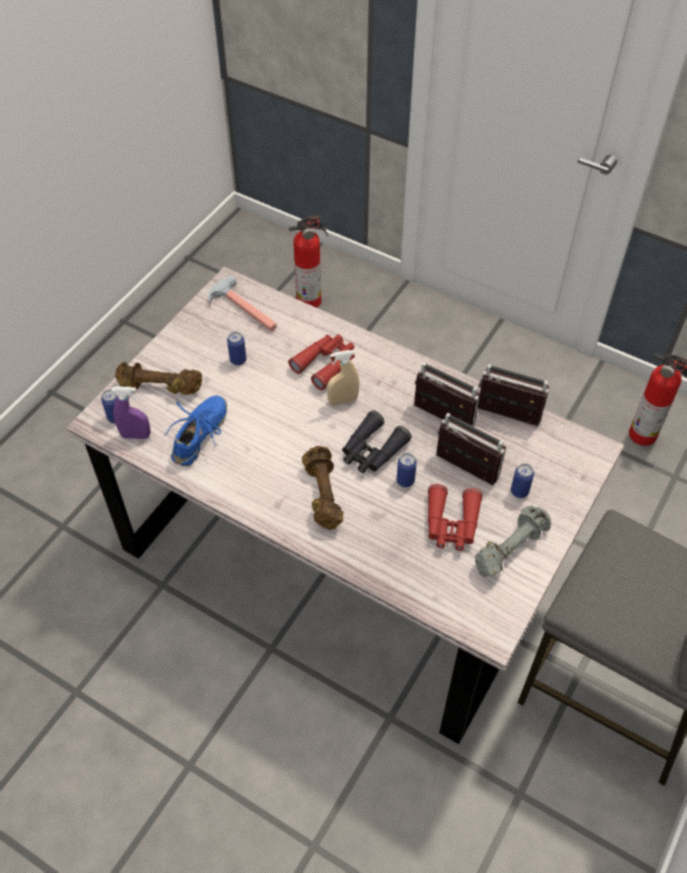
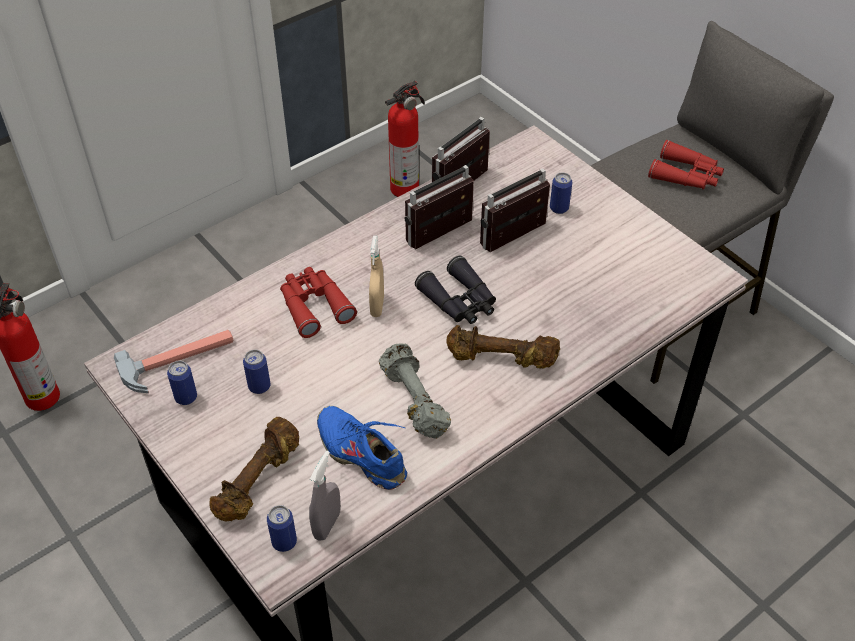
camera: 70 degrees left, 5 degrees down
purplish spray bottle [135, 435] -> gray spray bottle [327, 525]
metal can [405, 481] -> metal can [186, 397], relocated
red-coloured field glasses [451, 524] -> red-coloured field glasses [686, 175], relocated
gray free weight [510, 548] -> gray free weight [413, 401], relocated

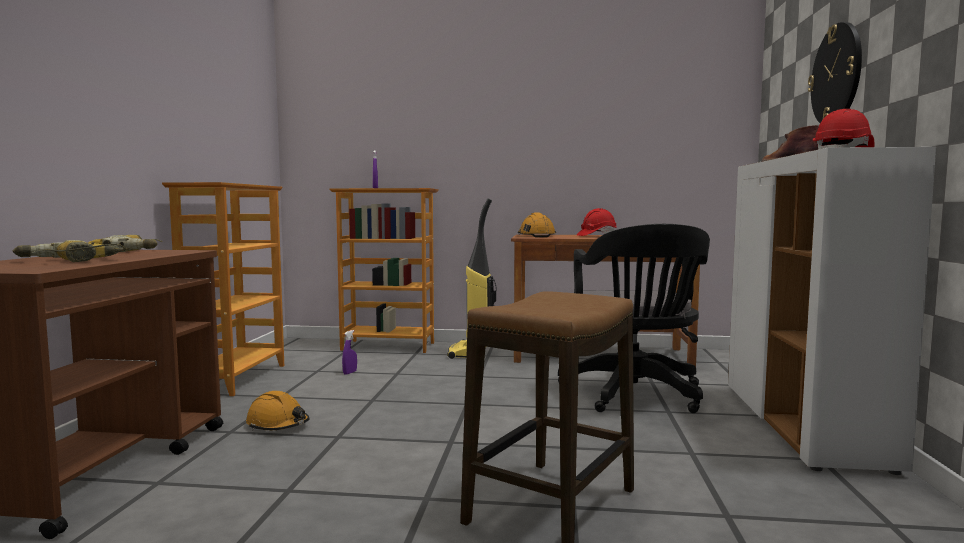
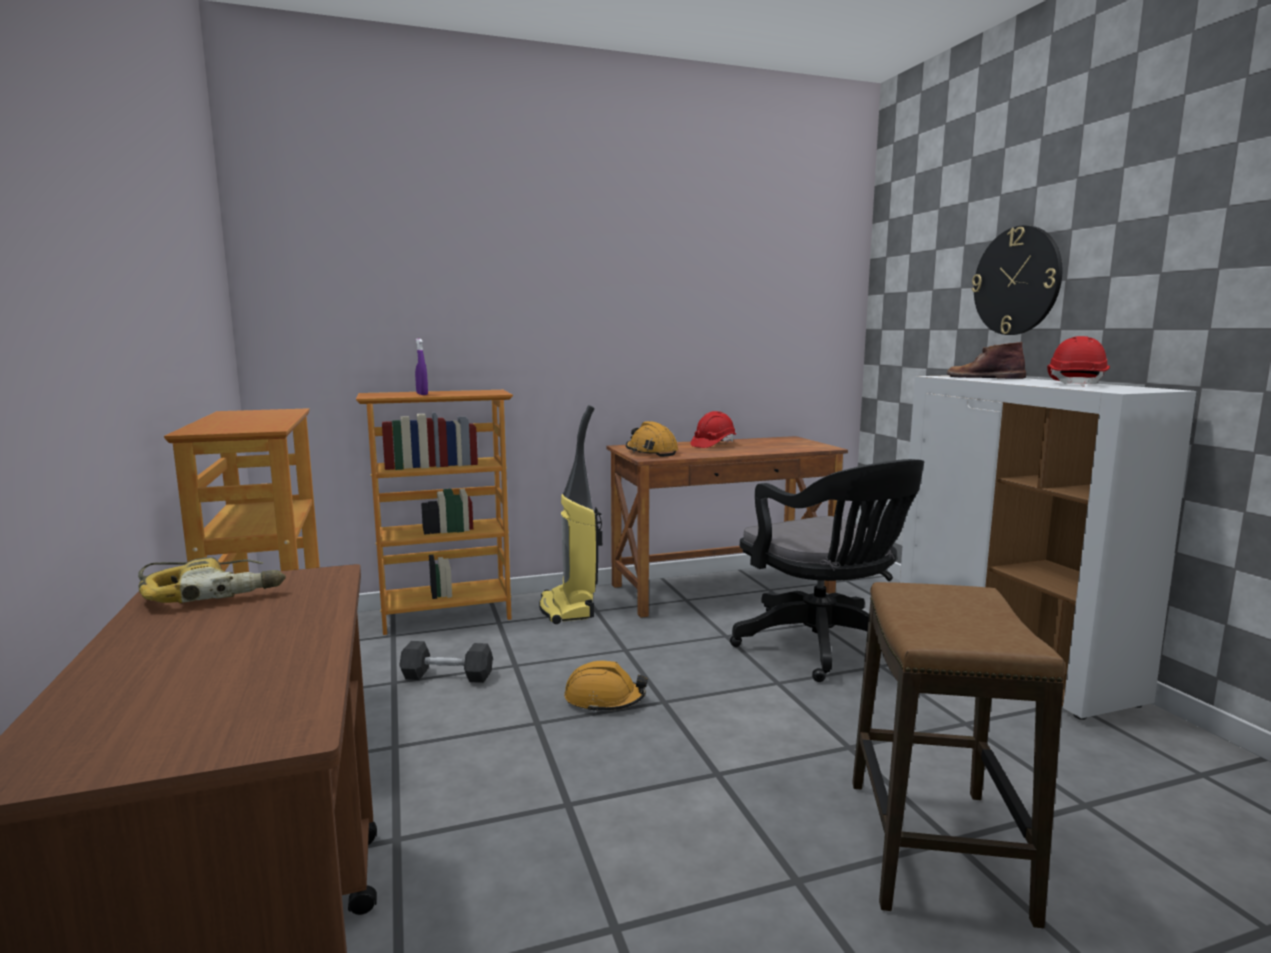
camera: 25 degrees left, 5 degrees up
drill [71, 261] -> none
purplish spray bottle [350, 372] -> gray free weight [447, 676]
orange-coloured work helmet [278, 425] -> orange-coloured work helmet [604, 700], relocated

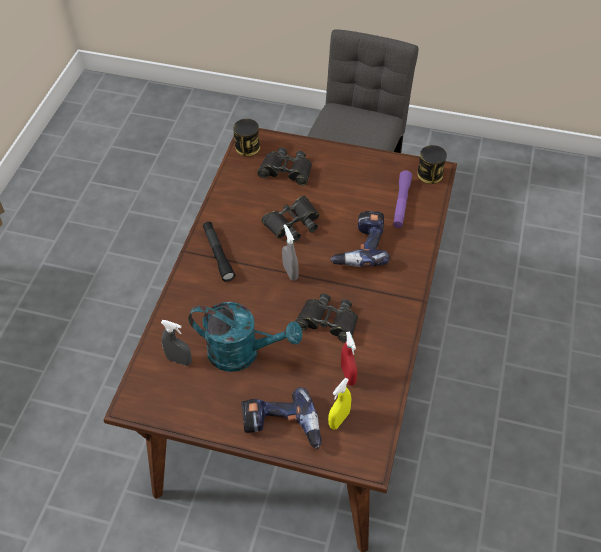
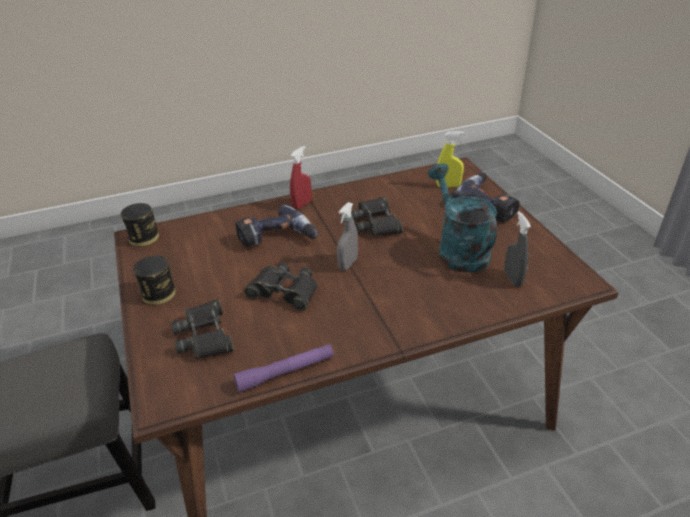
camera: 125 degrees left, 15 degrees down
metal can [247, 147] -> metal can [159, 294], relocated
purplish hand torch [401, 203] -> purplish hand torch [285, 372], relocated
black hand torch [218, 254] -> none
red-coloured spray bottle [348, 375] -> red-coloured spray bottle [302, 205], relocated

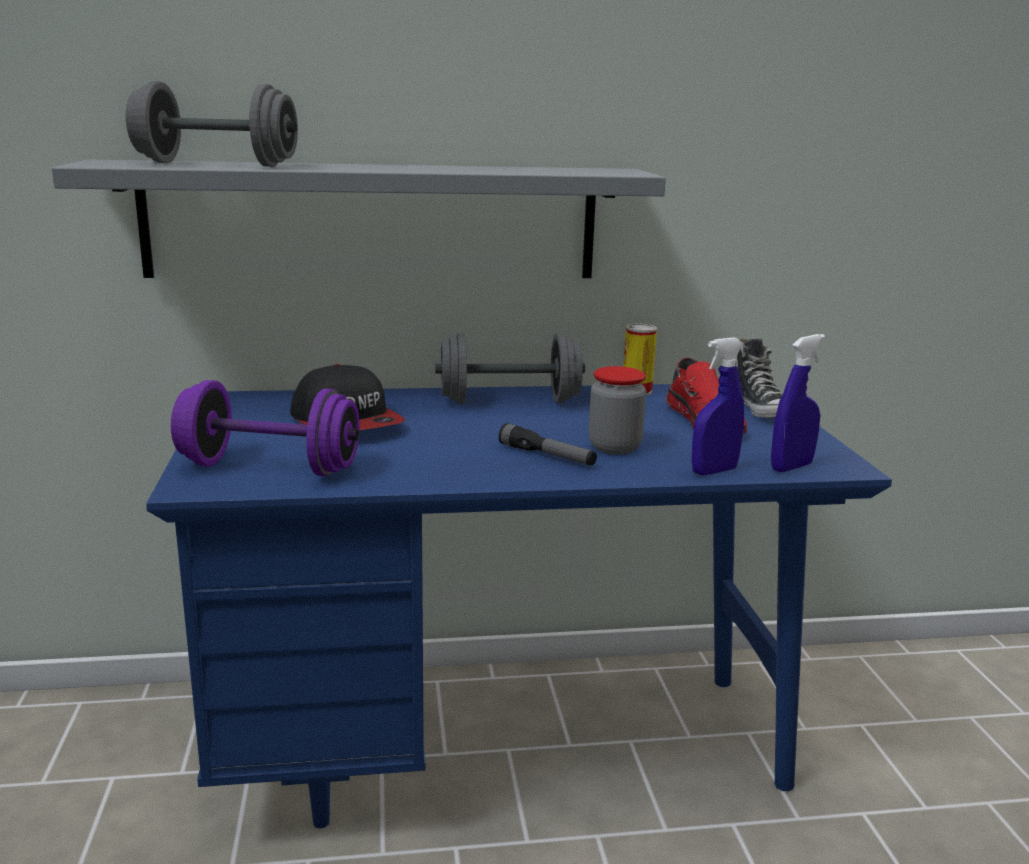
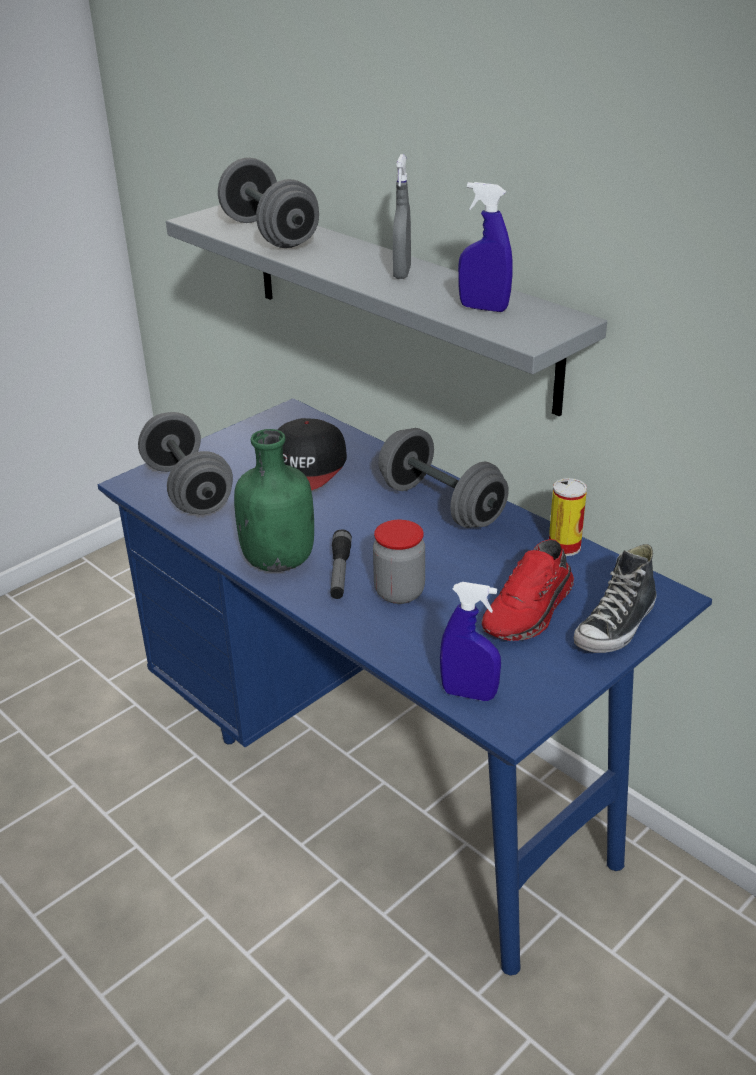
camera: 55 degrees right, 15 degrees up
blue-coloured spray bottle [714, 471] -> blue-coloured spray bottle [483, 308], relocated
purplish free weight [269, 468] -> gray free weight [188, 489]
none -> gray spray bottle [402, 273]
none -> green-coloured drink bottle [279, 560]

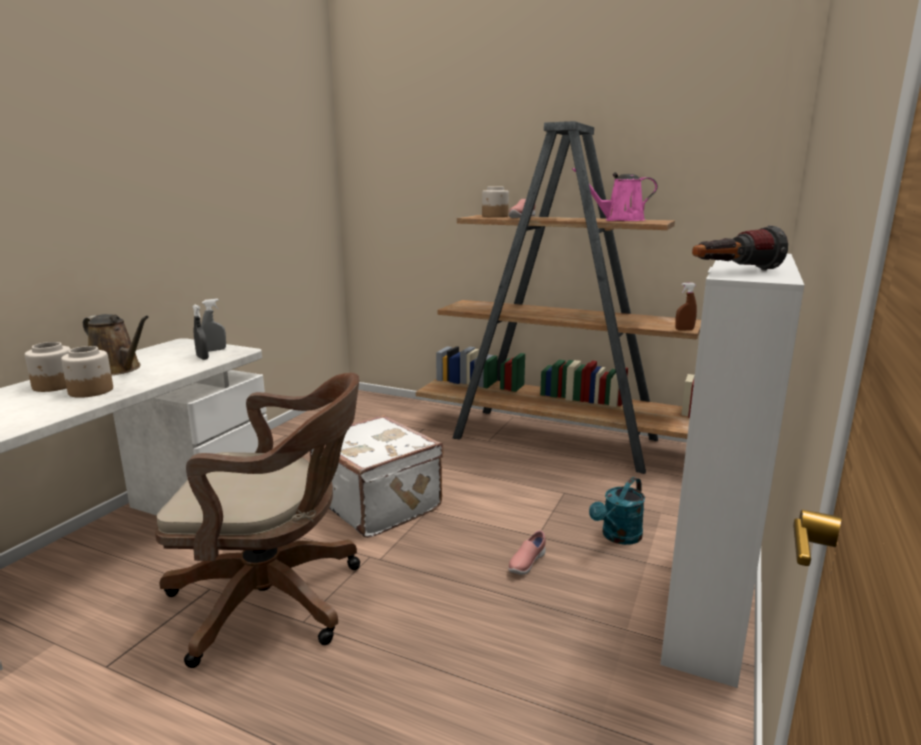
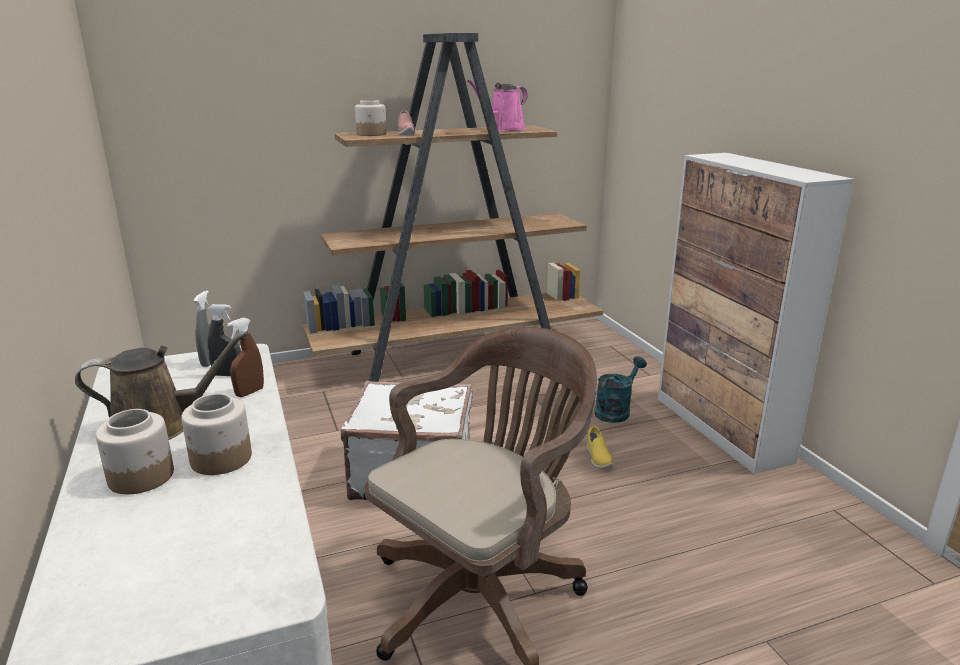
camera: 45 degrees left, 5 degrees up
hand torch [733, 272] -> none
brown-coloured spray bottle [684, 330] -> brown-coloured spray bottle [249, 392], relocated
turquoise-coloured watering can [618, 537] -> turquoise-coloured watering can [615, 411], 135 degrees counterclockwise
pink-coloured shoe [526, 564] -> yellow shoe [597, 458]

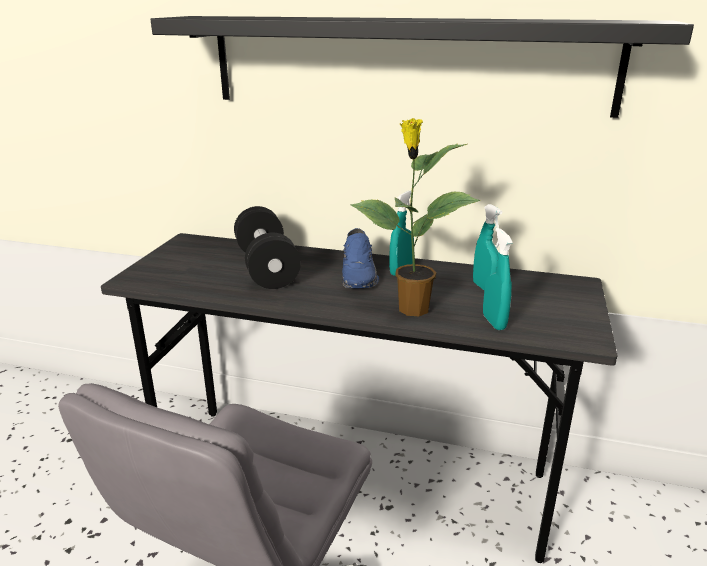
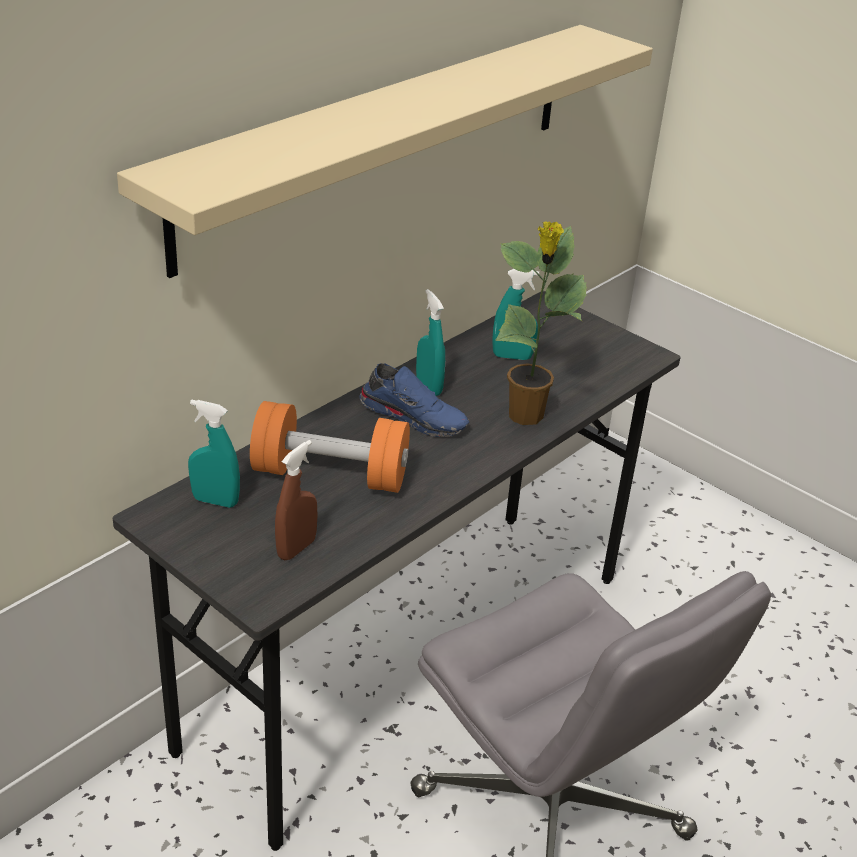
camera: 65 degrees left, 10 degrees up
black bracket shelf [406, 64] -> sand-coloured bracket shelf [383, 140]
black free weight [266, 267] -> orange-coloured free weight [330, 474]
turquoise-coloured spray bottle [494, 322] -> turquoise-coloured spray bottle [215, 501], relocated
none -> brown-coloured spray bottle [296, 548]

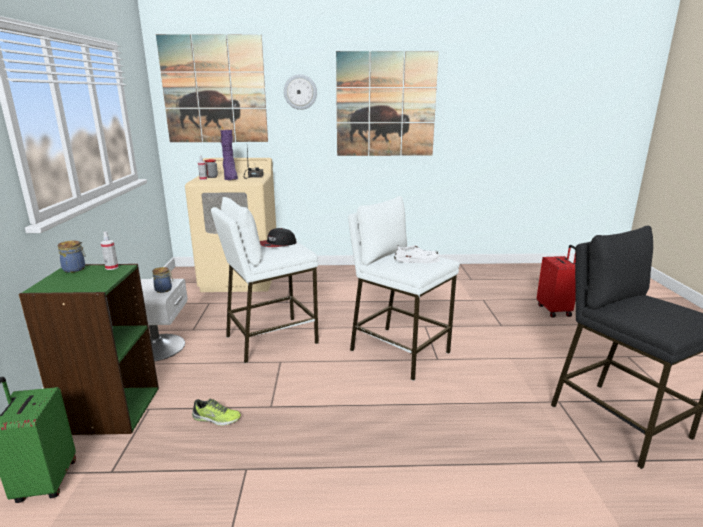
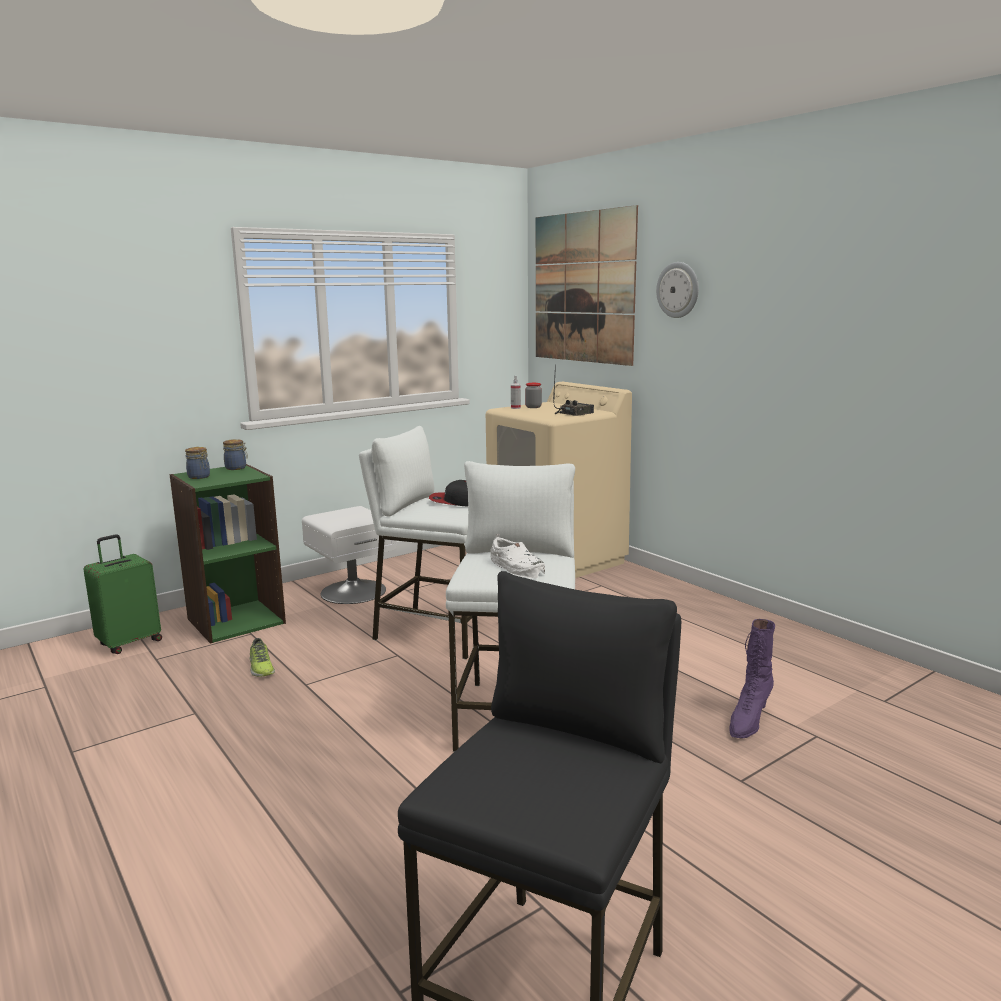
camera: 55 degrees right, 5 degrees down
picture [385, 105] -> none
purplish high-top boot [230, 178] -> purplish high-top boot [748, 720], relocated
spray bottle [112, 268] -> none
red-coloured travel case [554, 310] -> none
jar [164, 290] -> jar [199, 477], relocated

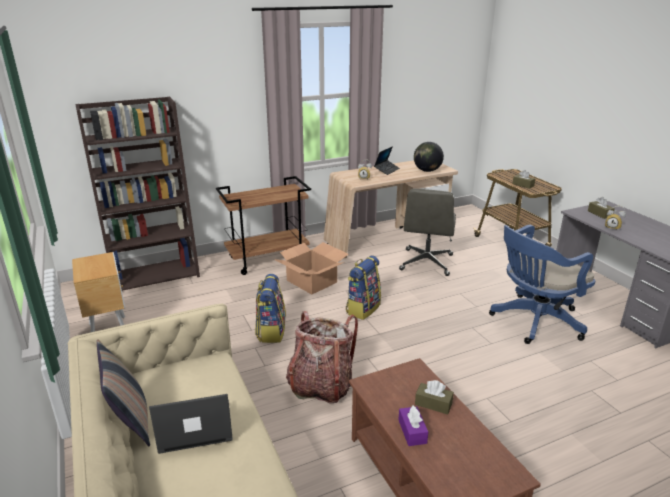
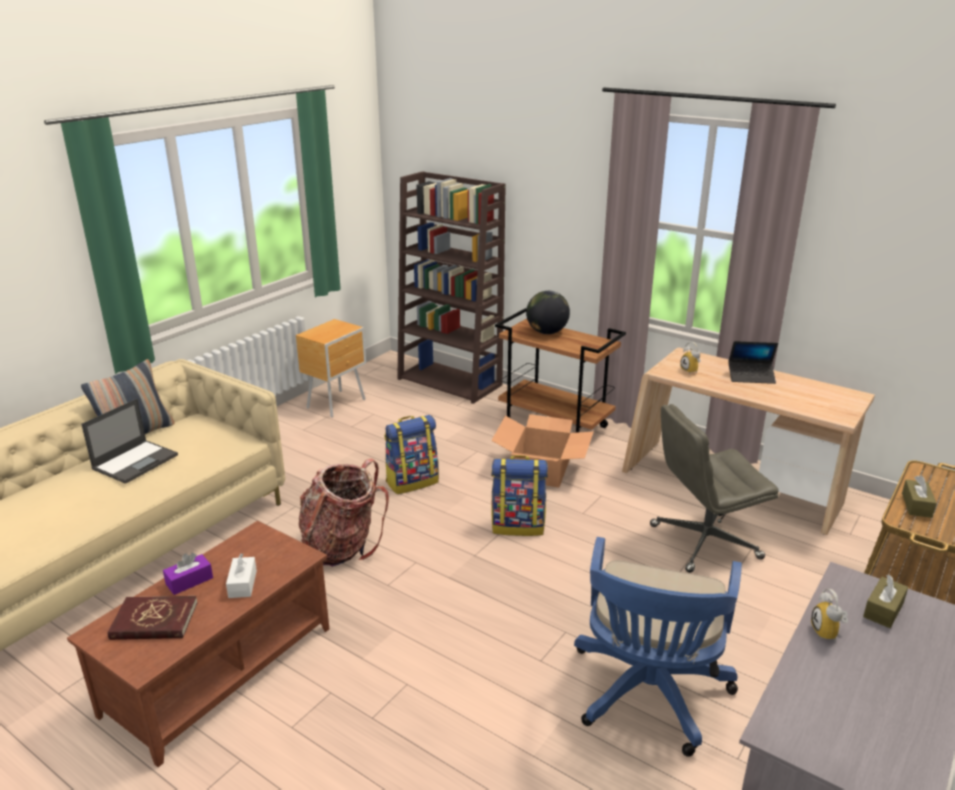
camera: 60 degrees right, 0 degrees up
world globe [427, 171] -> world globe [547, 332], relocated
blue-coloured desk chair [533, 322] -> blue-coloured desk chair [648, 696], 105 degrees counterclockwise
brown-coloured tissue box [433, 404] -> white tissue box [242, 584]
laptop [194, 427] -> laptop [136, 461], 75 degrees clockwise
none -> red-coloured bound book [154, 621]

